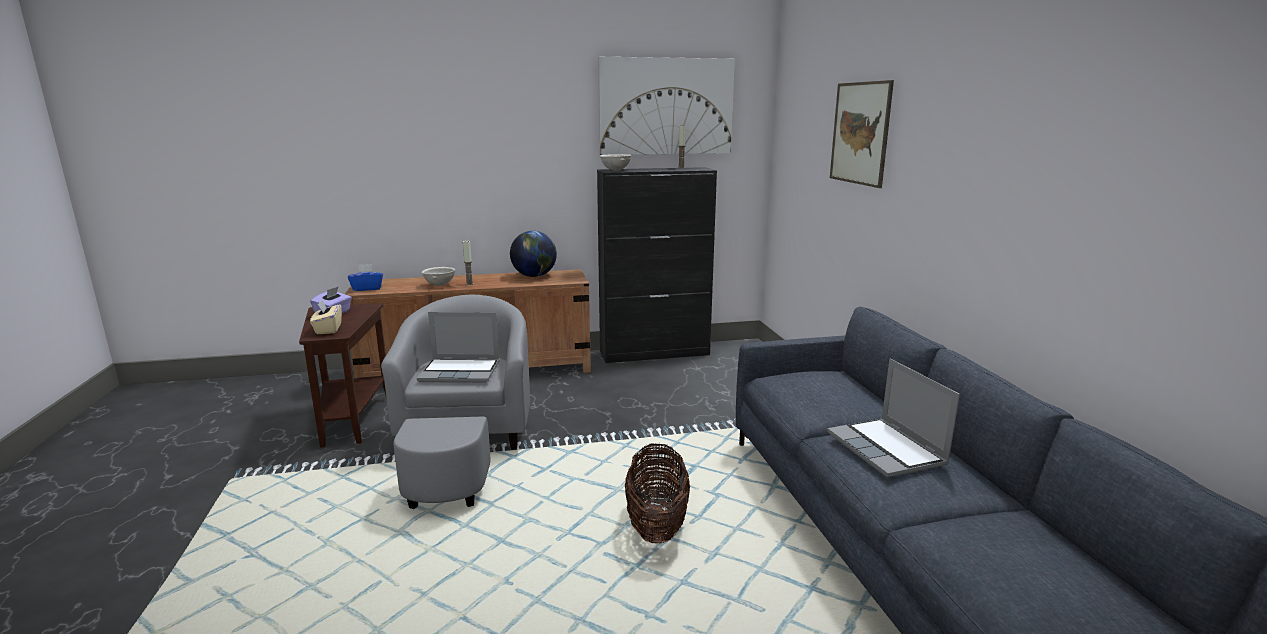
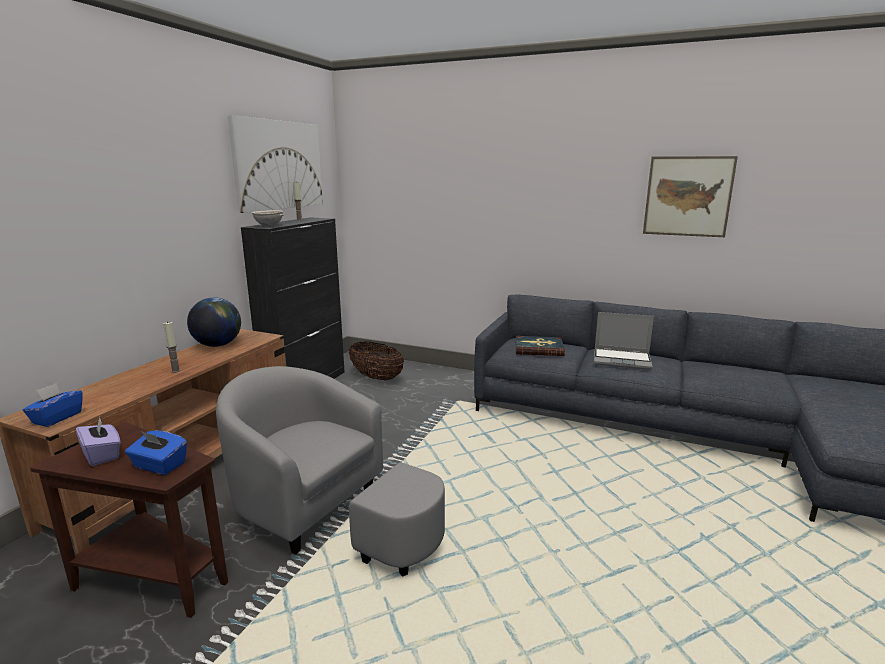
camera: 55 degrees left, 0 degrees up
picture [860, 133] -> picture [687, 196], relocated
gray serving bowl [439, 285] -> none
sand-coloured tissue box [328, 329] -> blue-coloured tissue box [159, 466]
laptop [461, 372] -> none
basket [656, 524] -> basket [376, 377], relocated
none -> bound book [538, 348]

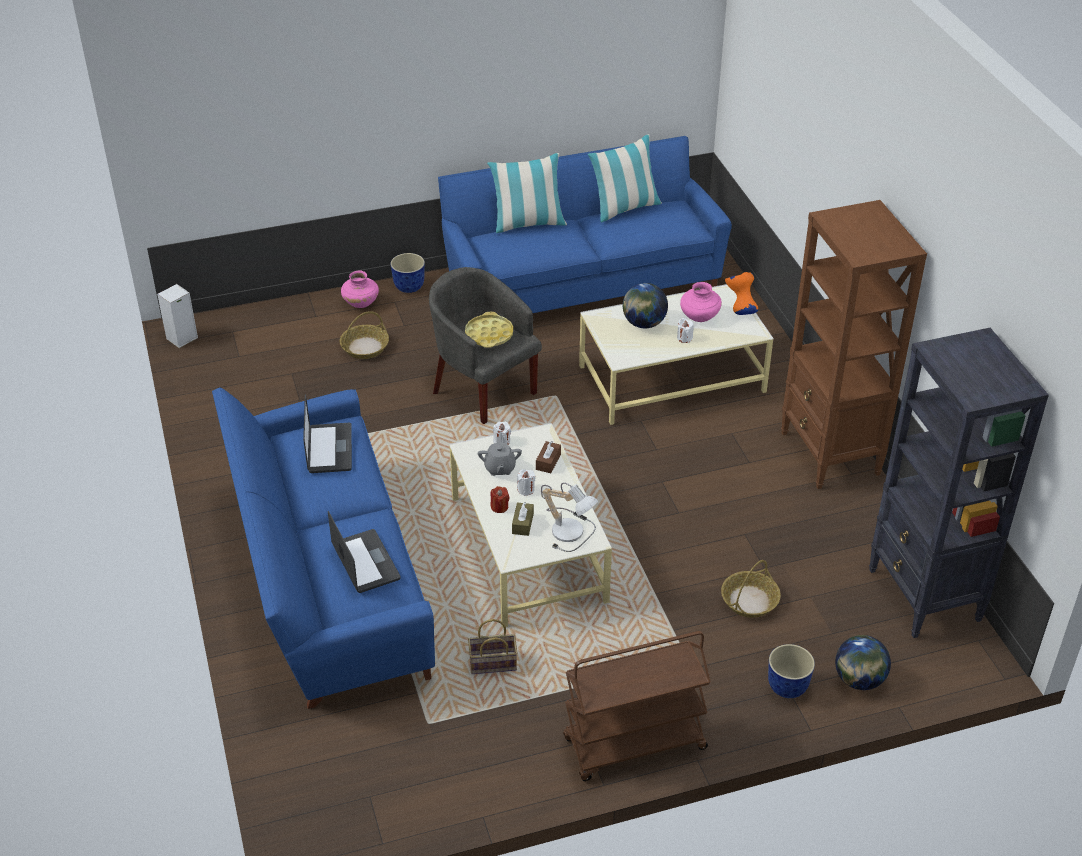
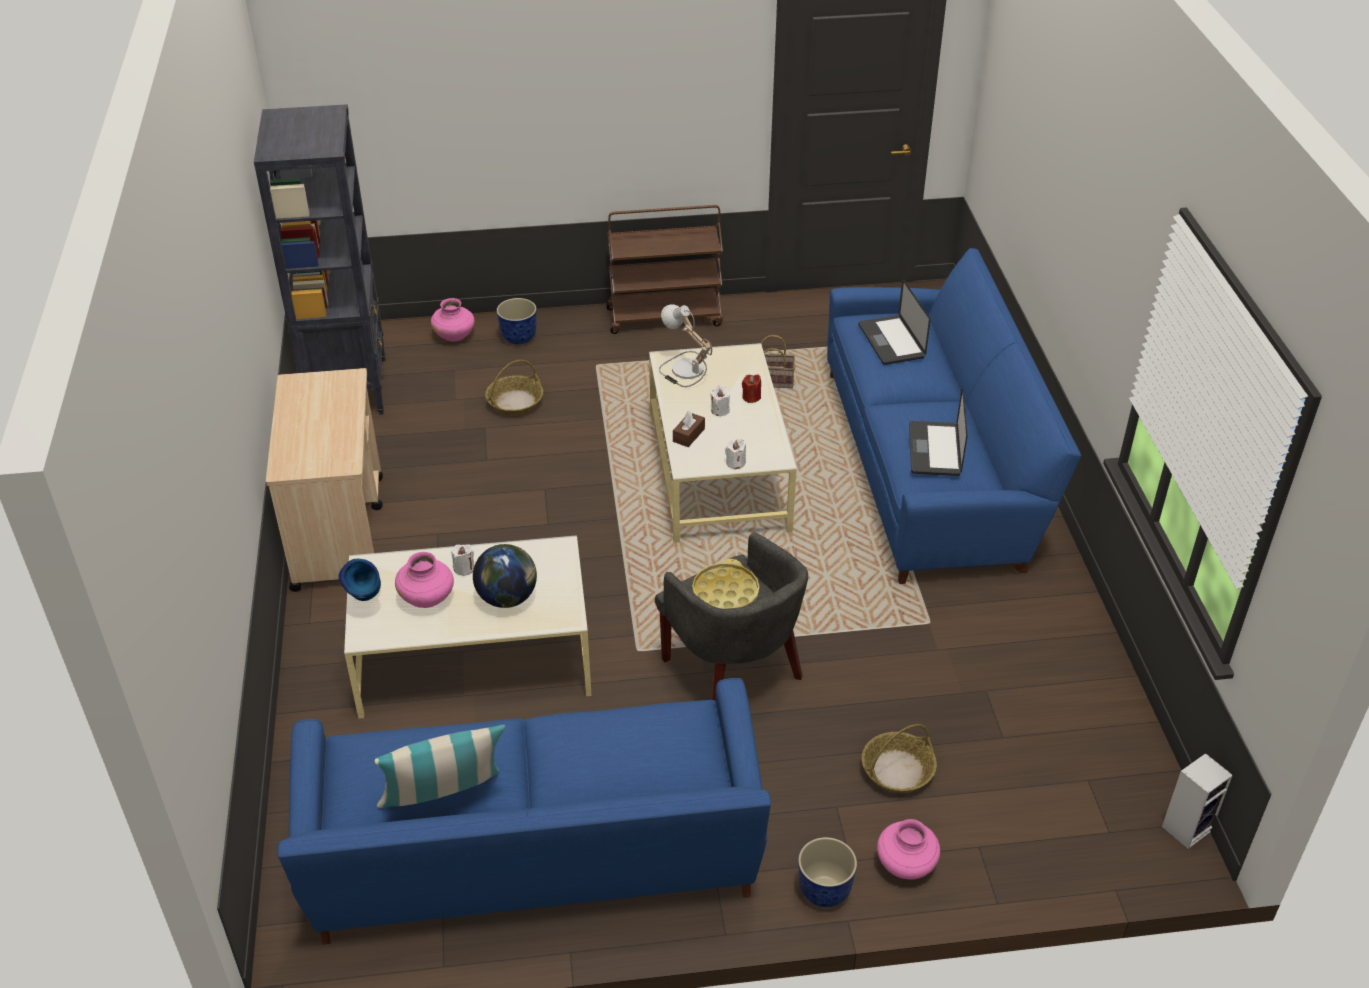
camera: 170 degrees left, 0 degrees up
throw pillow [528, 224] -> none
brown-coloured shelving unit [830, 454] -> sand-coloured wheeled cart [339, 531]
orange-coloured decorative vase [740, 310] -> blue-coloured decorative vase [366, 603]
gray pot for tea [499, 468] -> none
brown-coloured tissue box [522, 524] -> none
world globe [859, 680] -> pink-coloured decorative vase [454, 336]

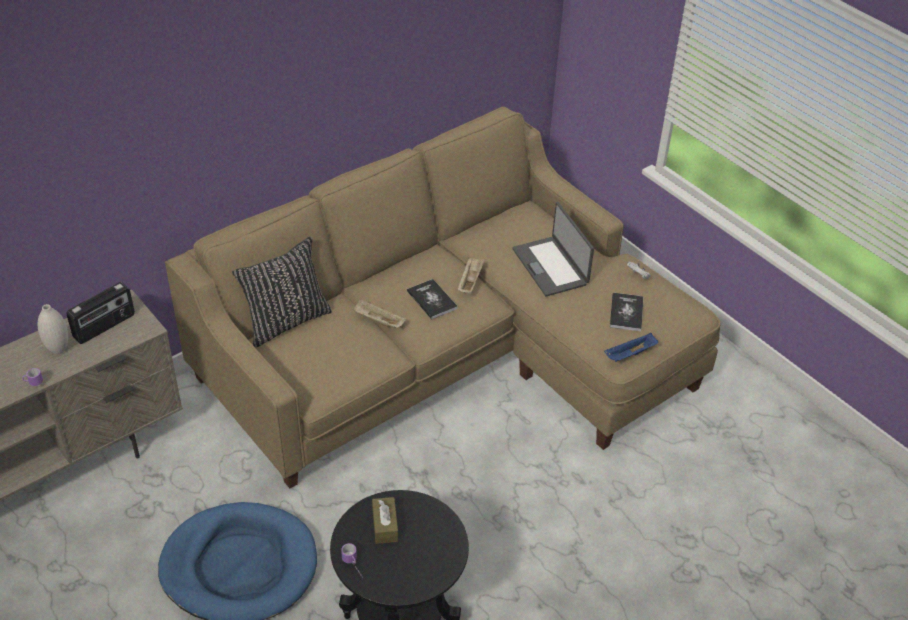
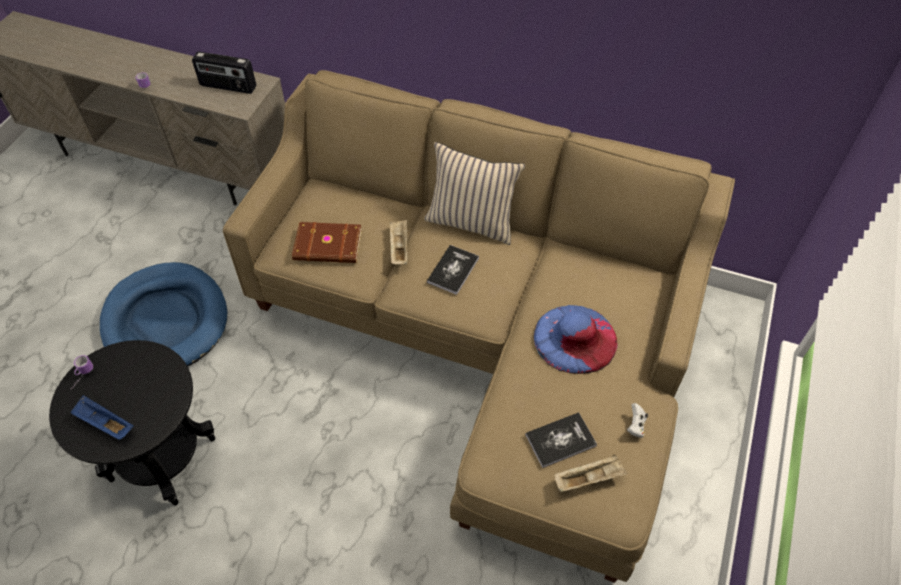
camera: 60 degrees right, 10 degrees up
laptop [551, 266] -> blue-coloured wearable hat [575, 338]
black throw pillow [286, 321] -> none
sand-coloured serving tray [470, 281] -> sand-coloured serving tray [588, 478], relocated
white decorative vase [58, 349] -> none
blue-coloured serving tray [630, 355] -> blue-coloured serving tray [104, 423], relocated
brown-coloured tissue box [385, 525] -> none
none -> sand-coloured throw pillow [471, 222]
none -> brown-coloured bound book [328, 246]

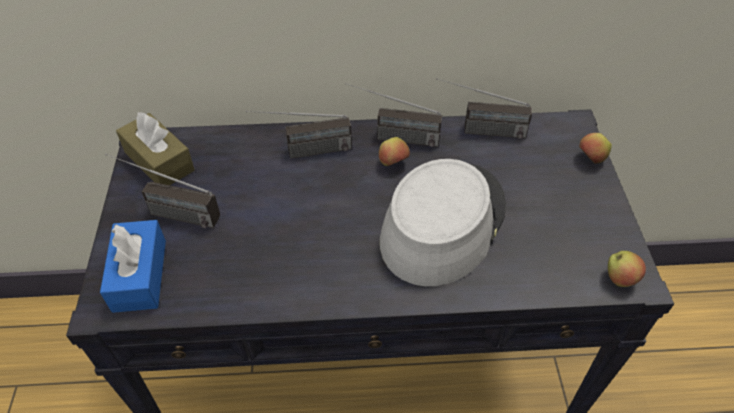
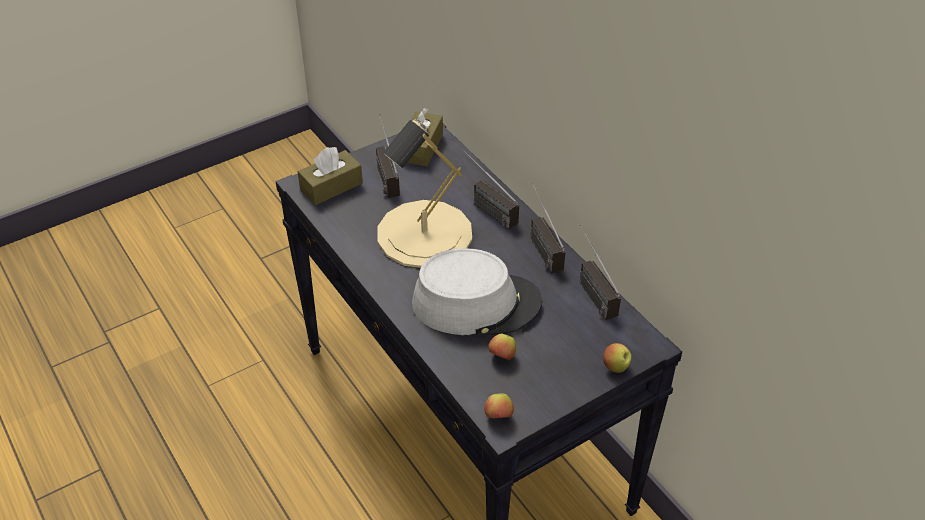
camera: 60 degrees right, 5 degrees down
whole apple [393, 163] -> whole apple [502, 356], relocated
blue-coloured tissue box [140, 275] -> brown-coloured tissue box [331, 186]
none -> sand-coloured table lamp [424, 234]

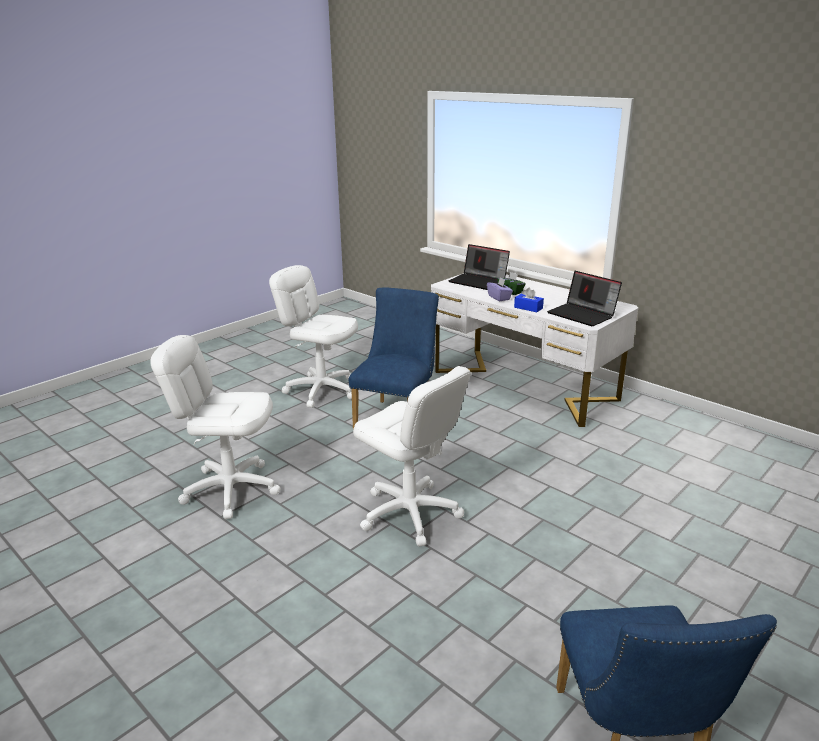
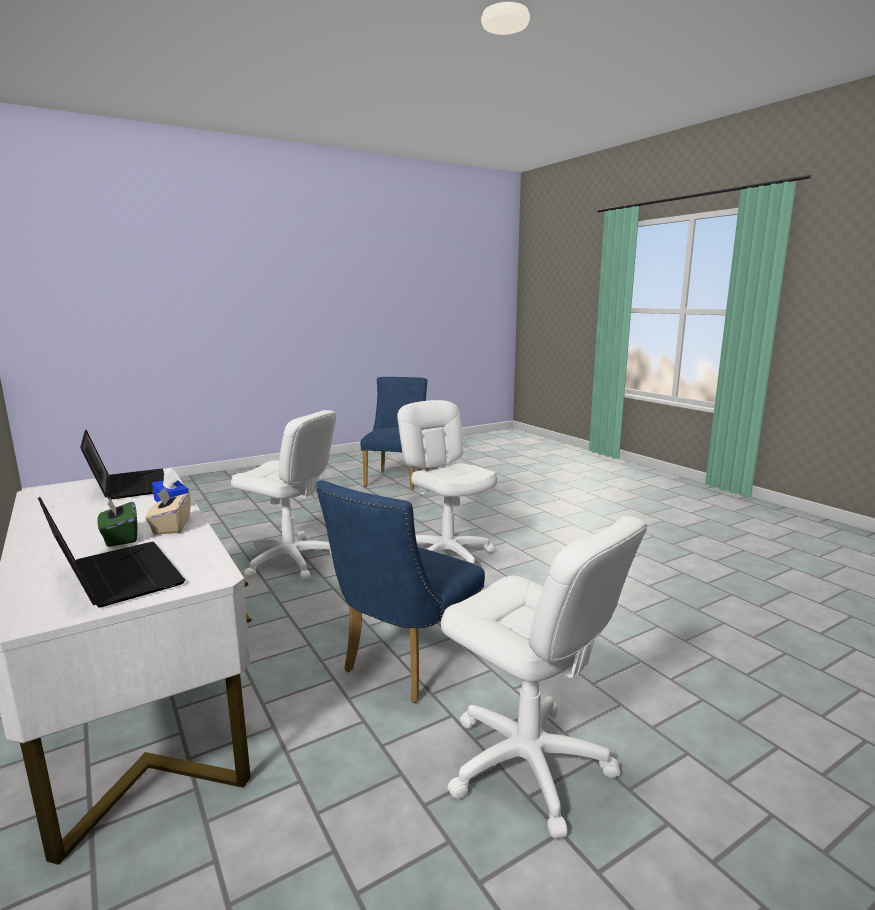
camera: 165 degrees left, 10 degrees down
purplish tissue box [499, 298] -> sand-coloured tissue box [171, 527]
white desk chair [231, 489] -> white desk chair [290, 561], relocated

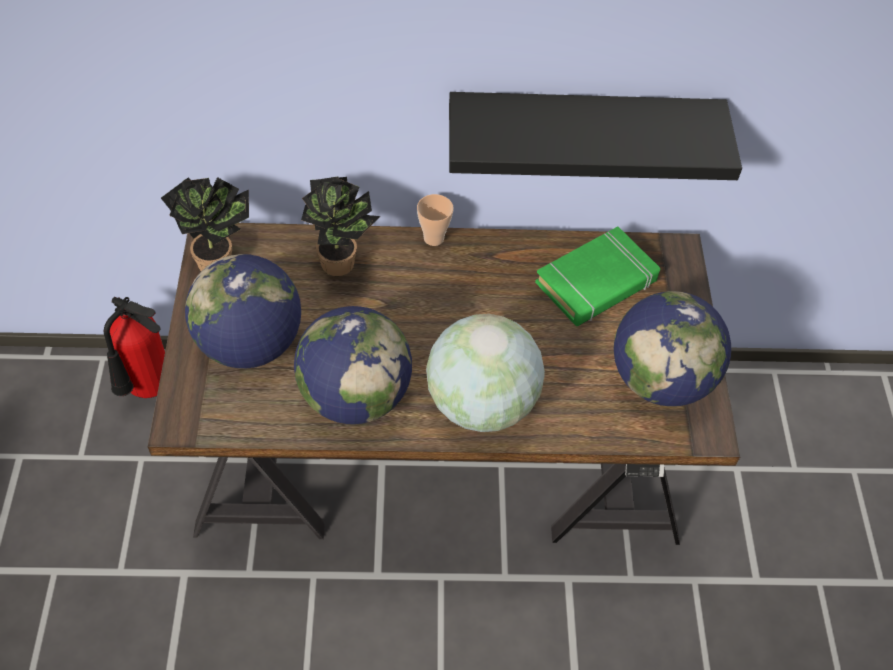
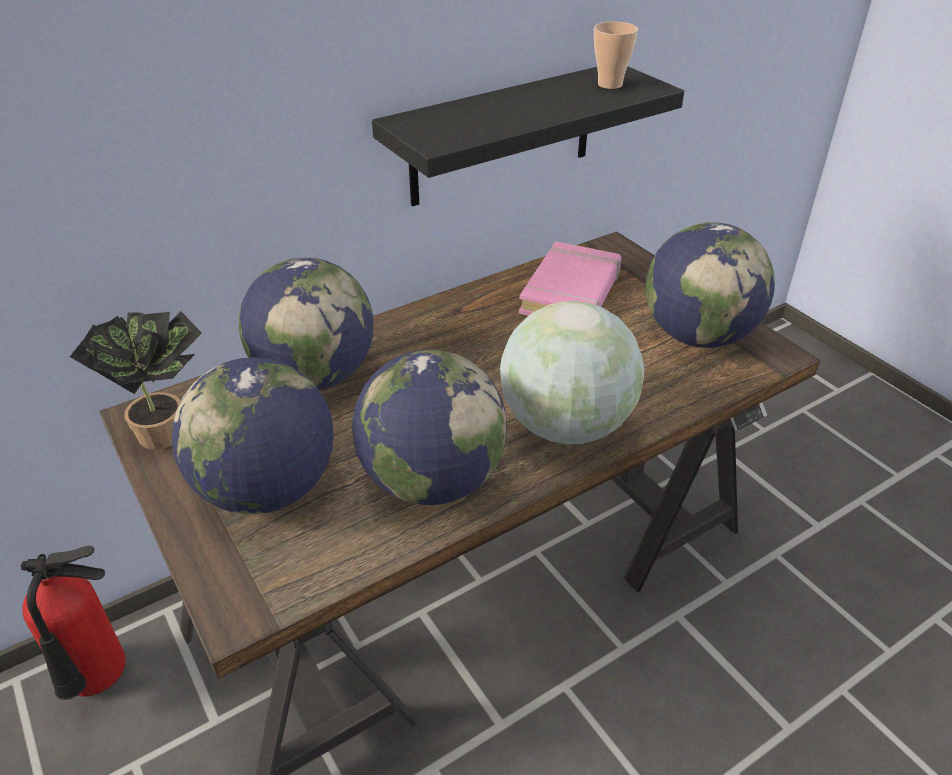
camera: 30 degrees left, 15 degrees down
plant in a pot [342, 264] -> world globe [315, 376]
drinking cup [433, 238] -> drinking cup [610, 84], relocated
green-coloured bound book [596, 282] -> pink-coloured bound book [571, 292]

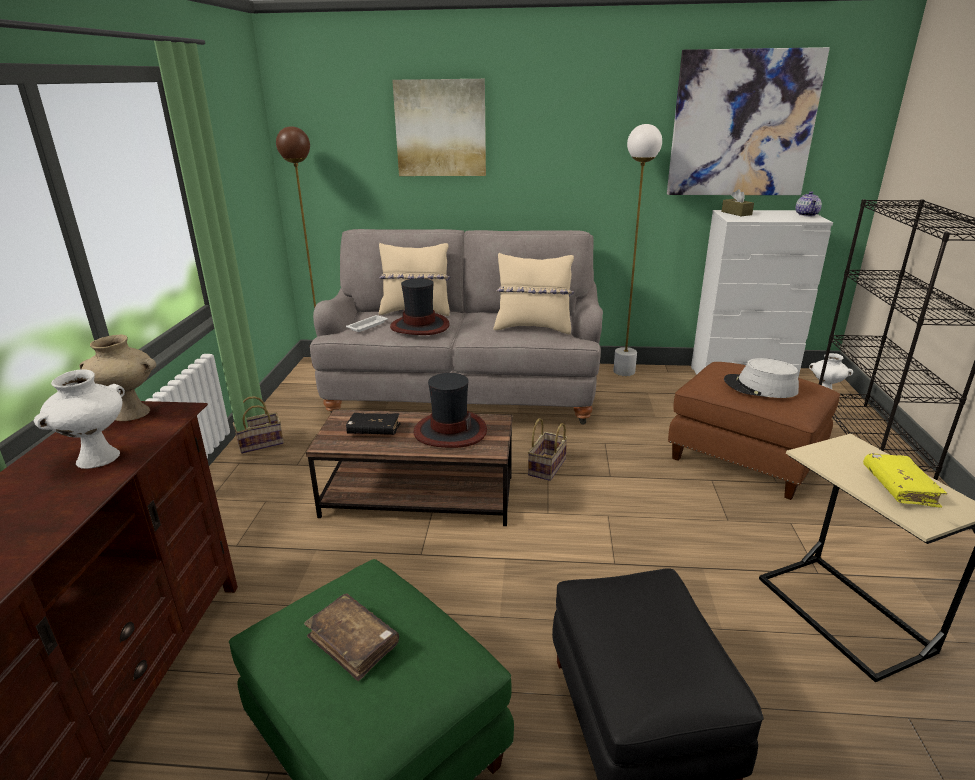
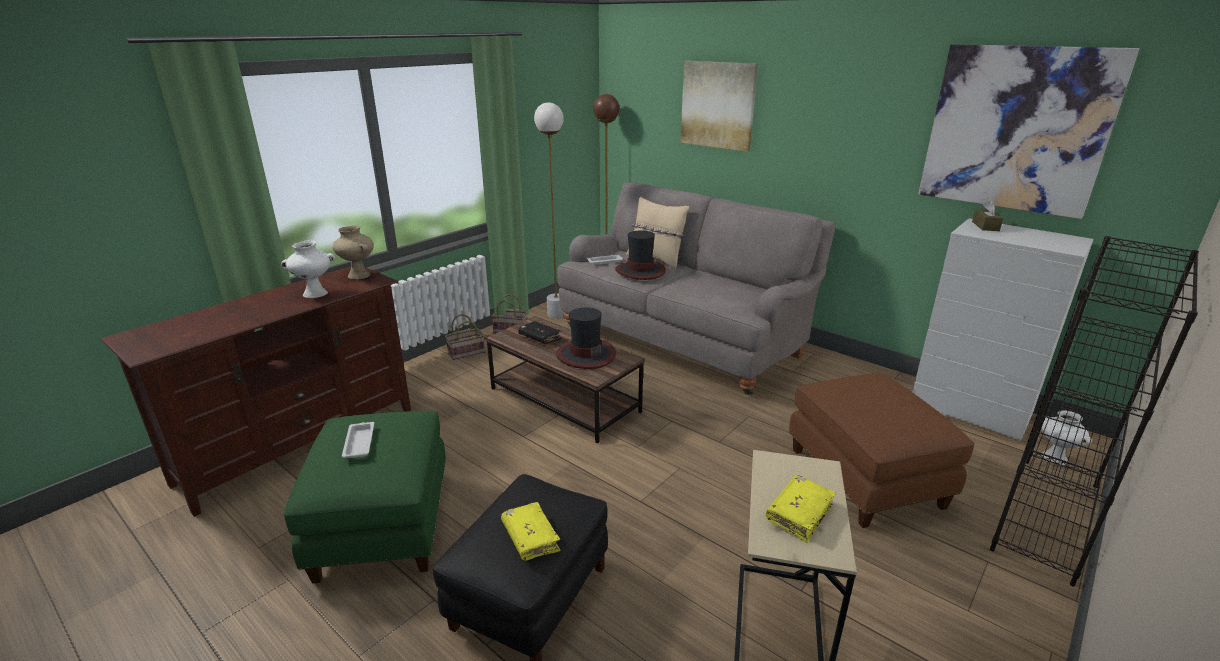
camera: 35 degrees right, 0 degrees up
white floor lamp [624, 372] -> white floor lamp [557, 315], relocated
pot for tea [806, 214] -> none
sand-coloured throw pillow [533, 328] -> none
gray wearable hat [760, 387] -> none
basket [547, 468] -> basket [465, 353], relocated
brown-coloured bound book [353, 642] -> white serving tray [359, 442]
none -> yellow bound book [530, 537]

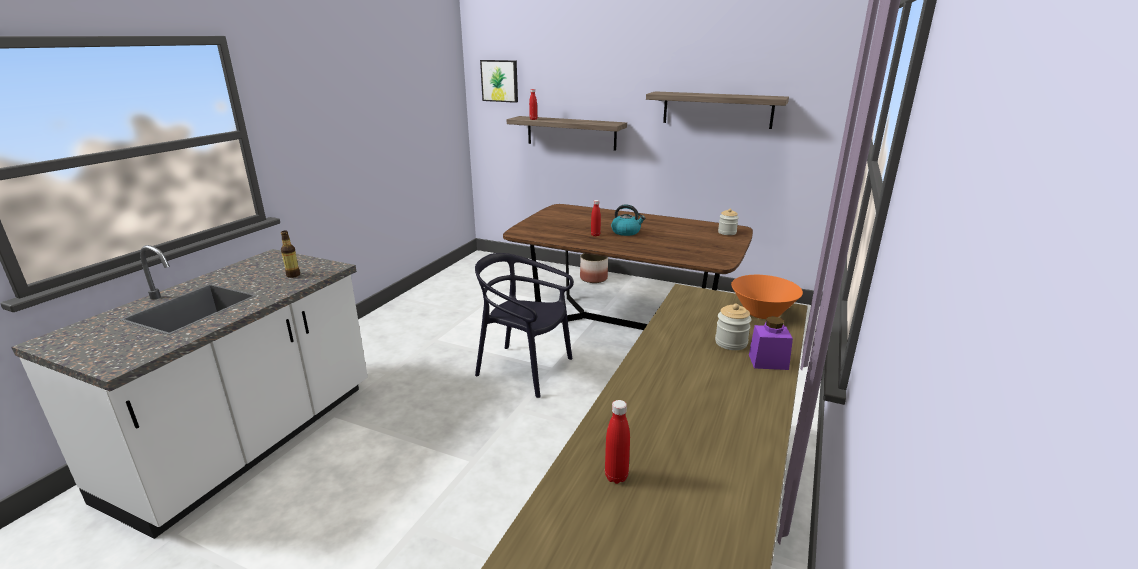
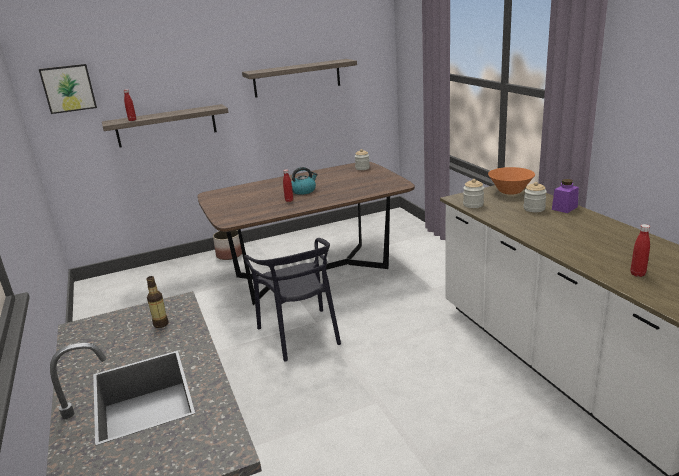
camera: 45 degrees left, 0 degrees up
black upright chair [524, 369] -> black upright chair [300, 334], 90 degrees counterclockwise
none -> jar [473, 205]

